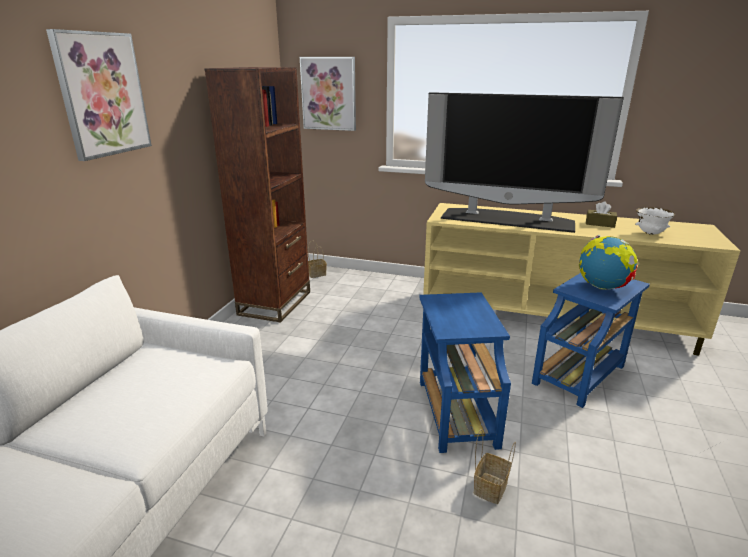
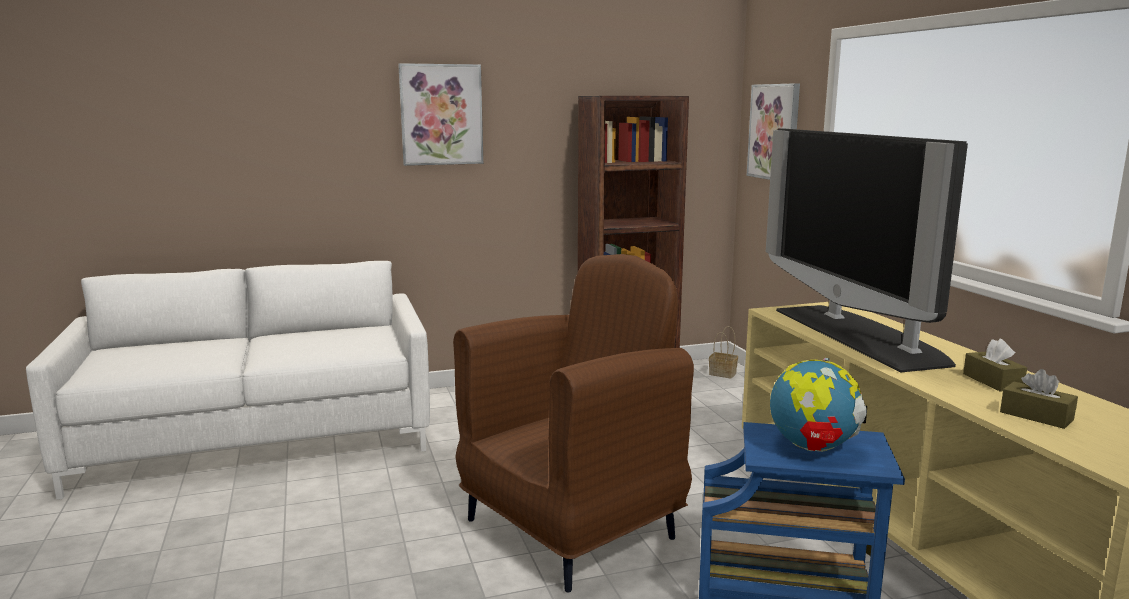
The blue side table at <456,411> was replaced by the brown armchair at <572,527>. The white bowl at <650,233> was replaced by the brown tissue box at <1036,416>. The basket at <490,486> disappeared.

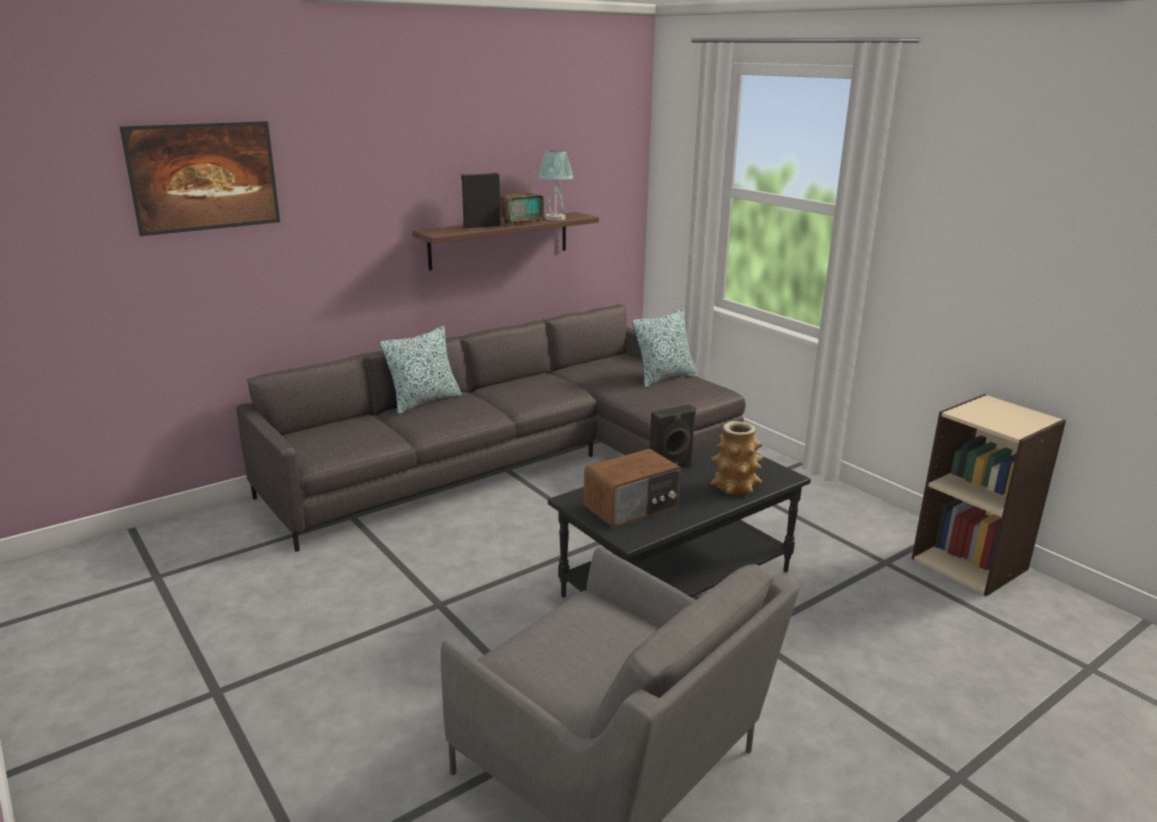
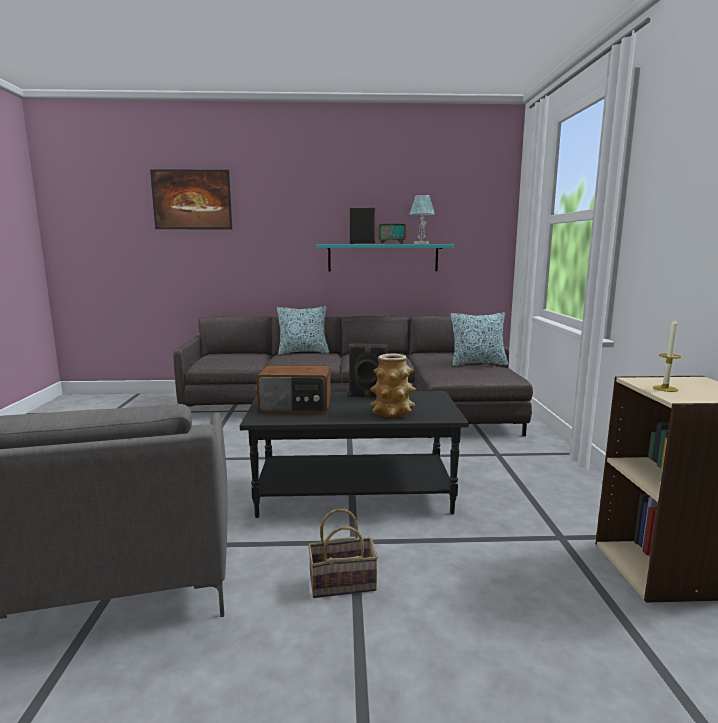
The basket at <344,582> appeared. The brown shelf at <499,240> became the turquoise shelf at <383,257>. The candle at <665,388> appeared.

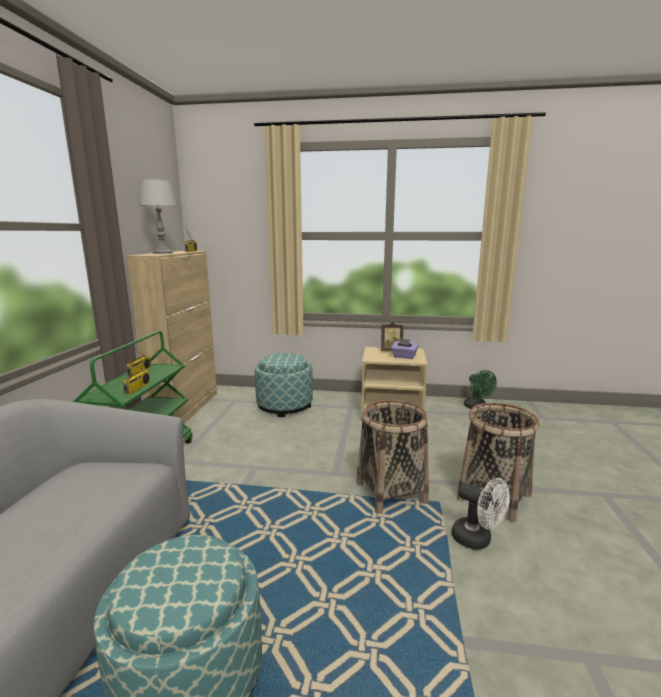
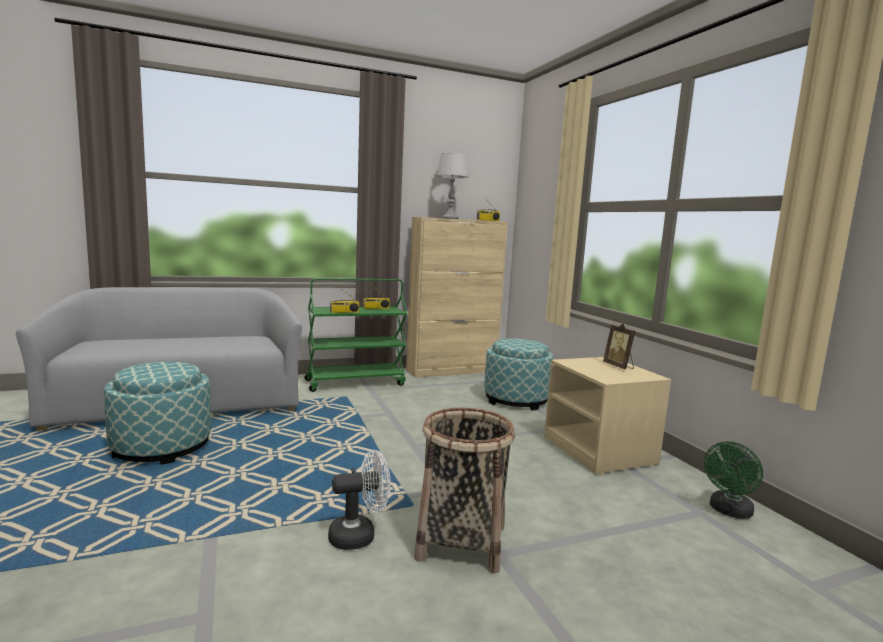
The white fan at <477,540> turned 120 degrees counterclockwise. The basket at <391,492> disappeared. The purple tissue box at <404,356> disappeared.

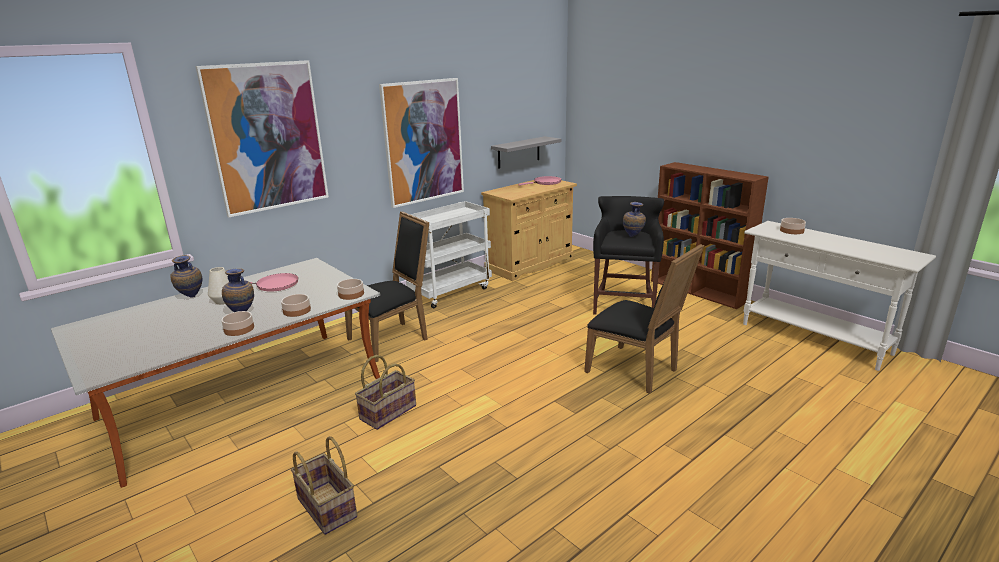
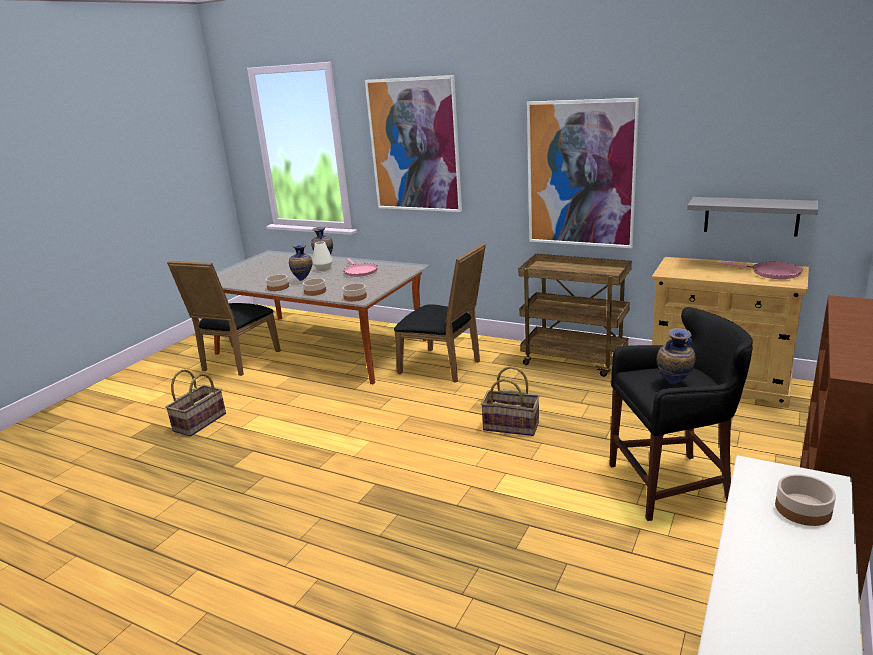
The black chair moved from <636,371> to <237,362>. The basket moved from <388,412> to <511,425>. The white cart at <450,291> became the brown cart at <575,360>.

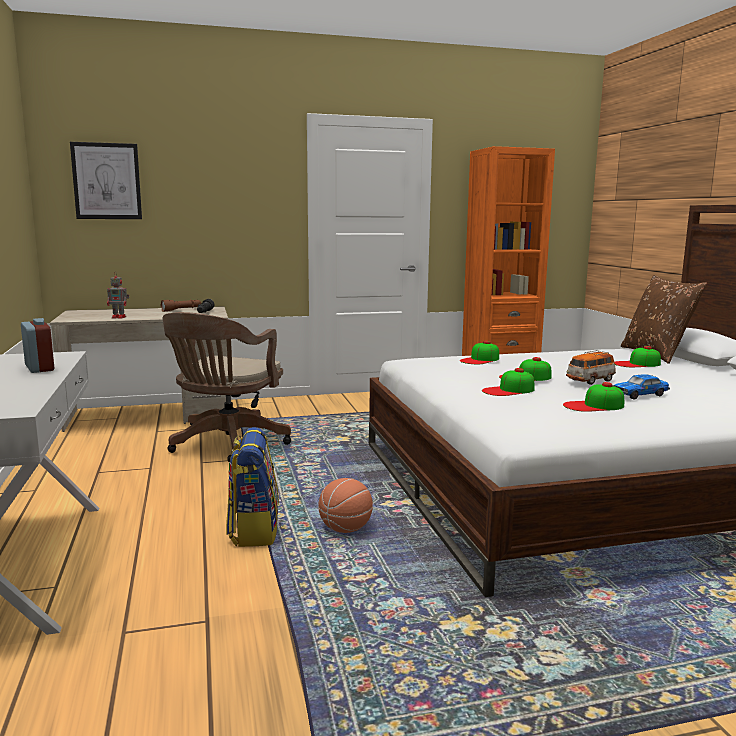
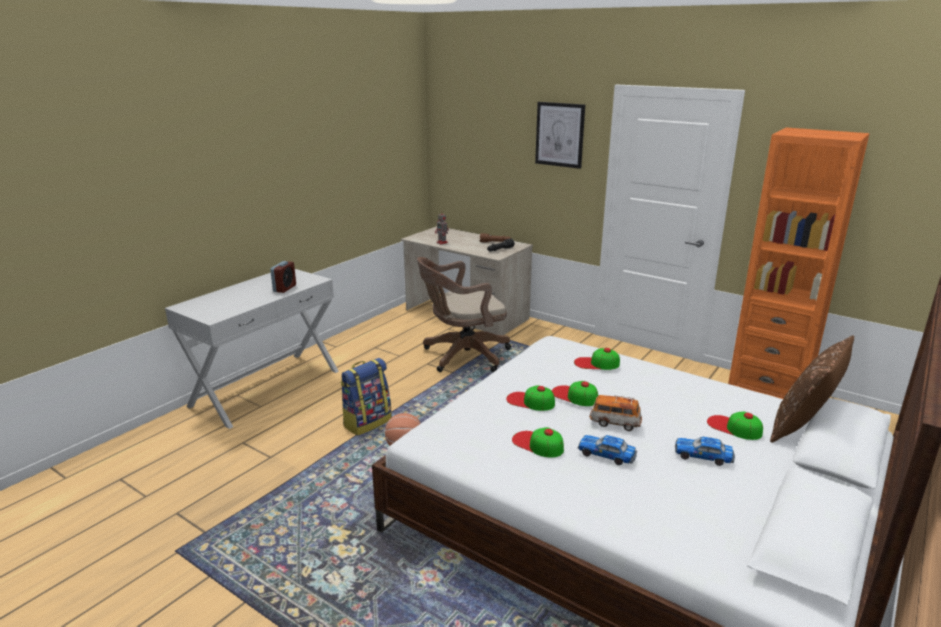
The picture moved from <107,181> to <560,134>. The toy car at <703,456> appeared.

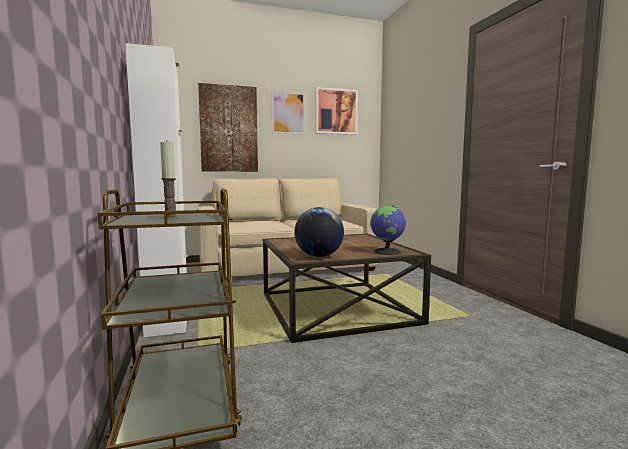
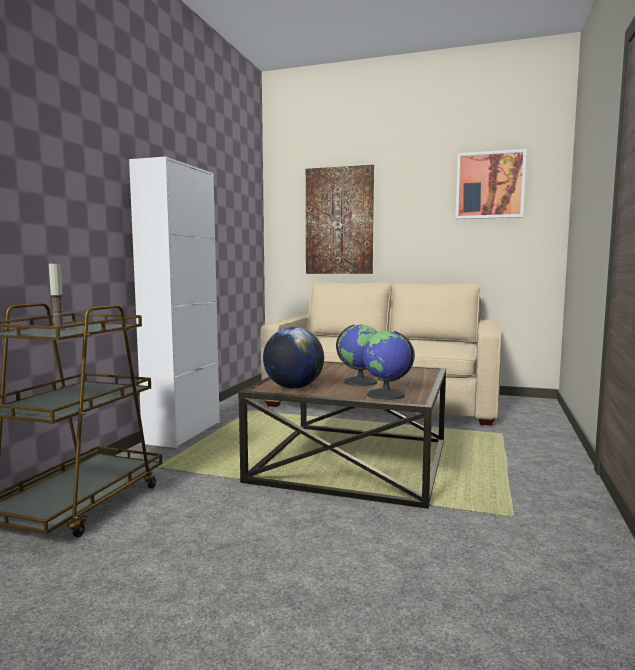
The globe at <360,382> appeared. The picture at <288,113> disappeared.

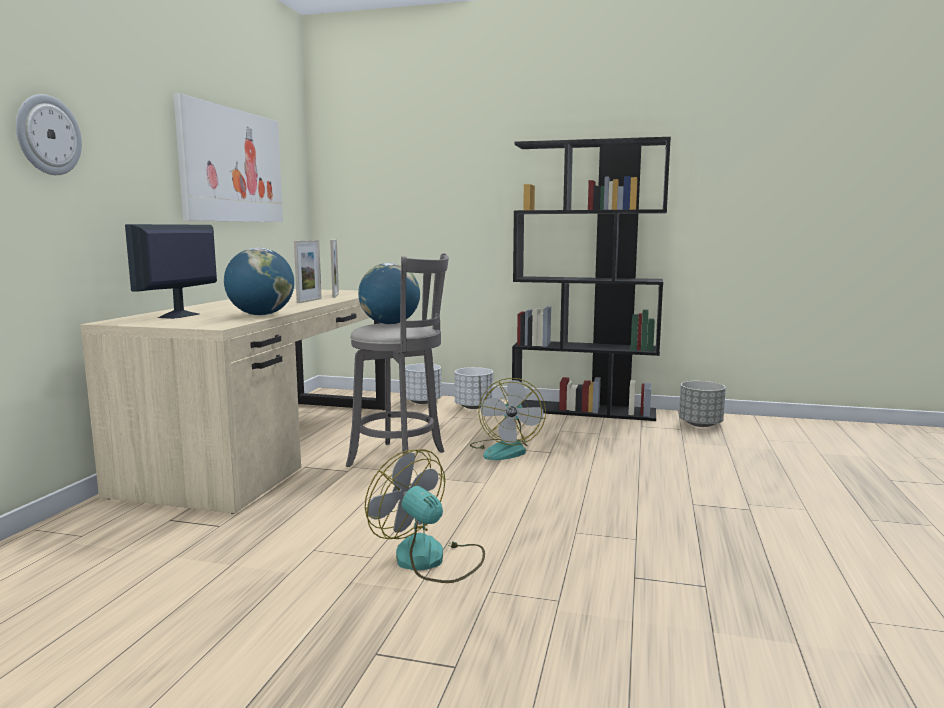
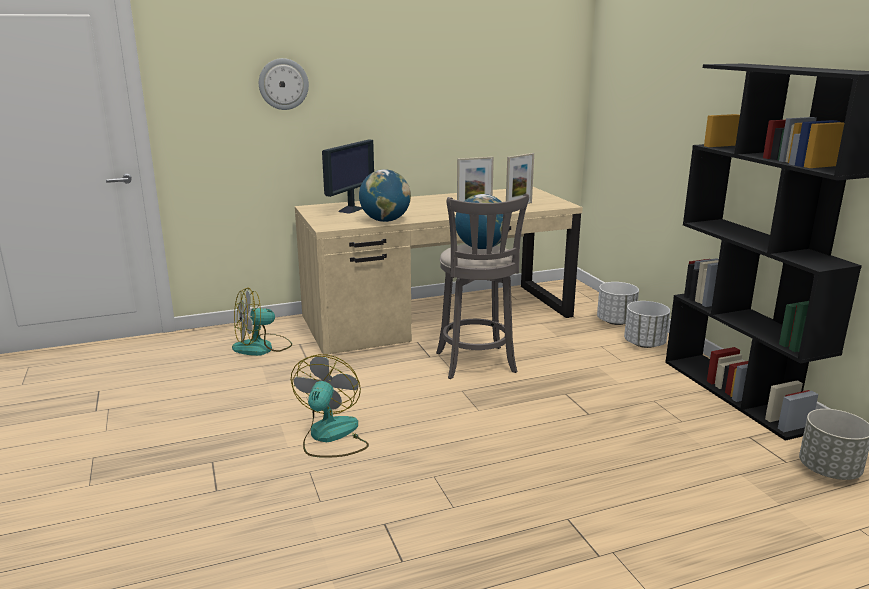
The fan moved from <505,450> to <262,347>. The monitor at <178,316> turned 135 degrees clockwise. The picture at <232,166> disappeared.

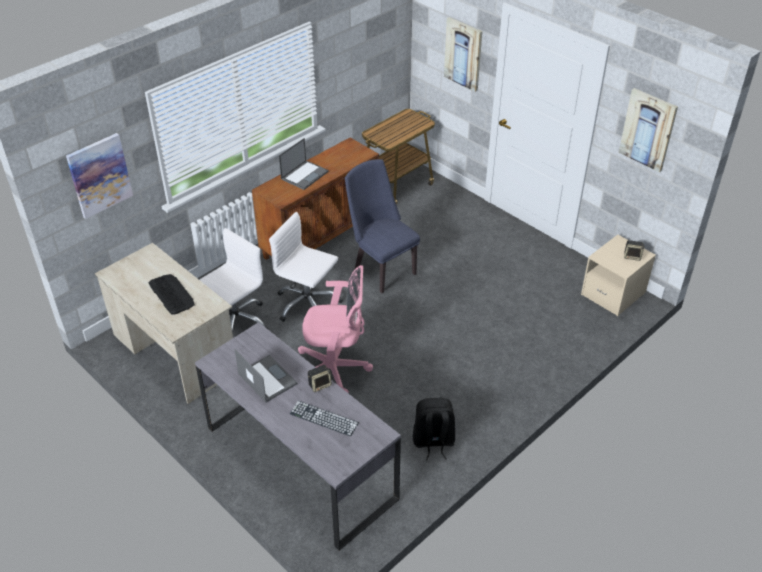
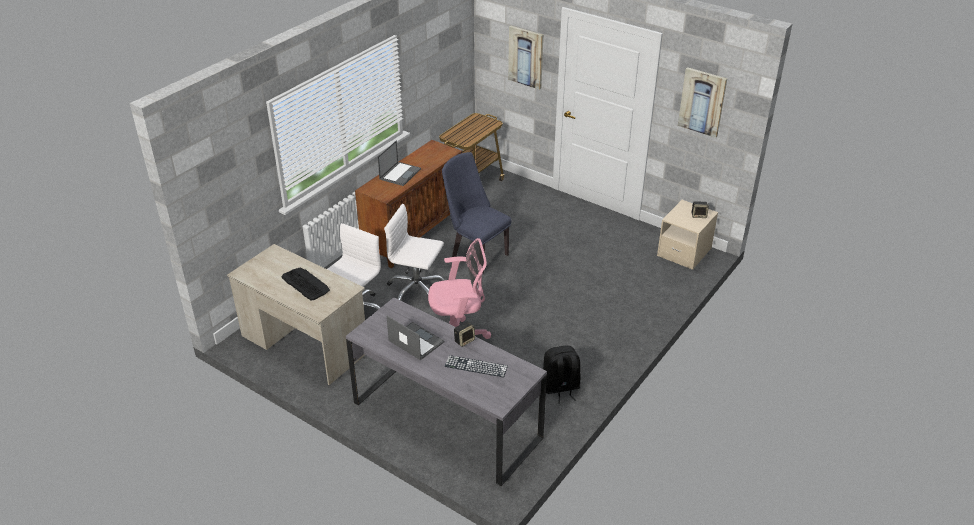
The picture at <99,175> disappeared.

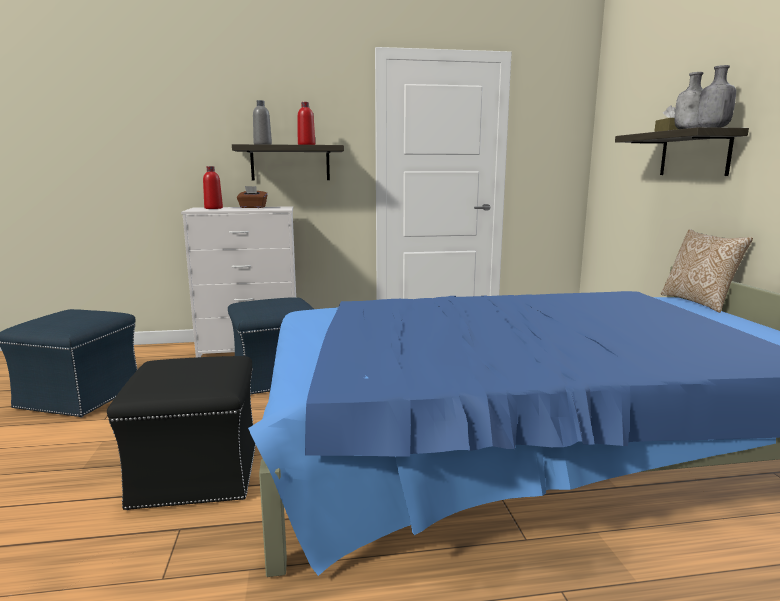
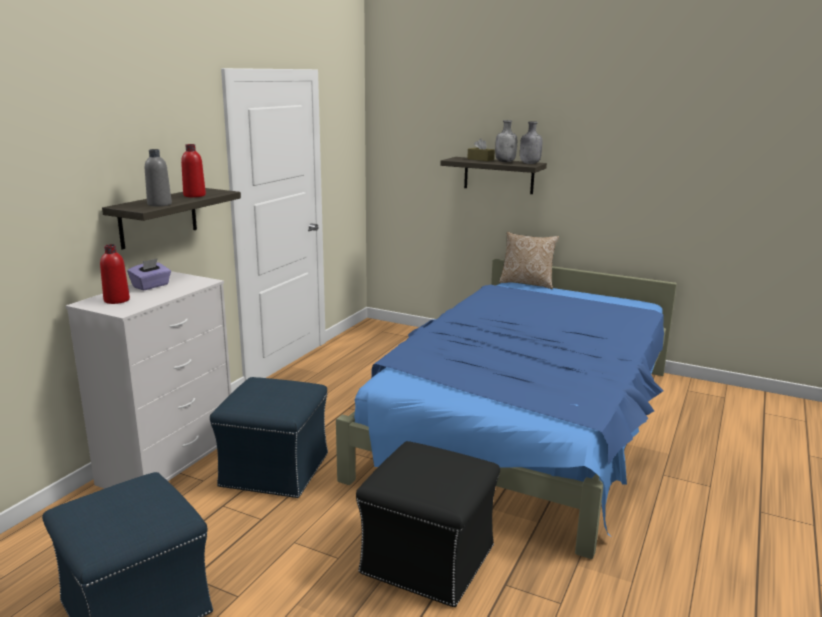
The brown tissue box at <252,207> became the purple tissue box at <151,286>.

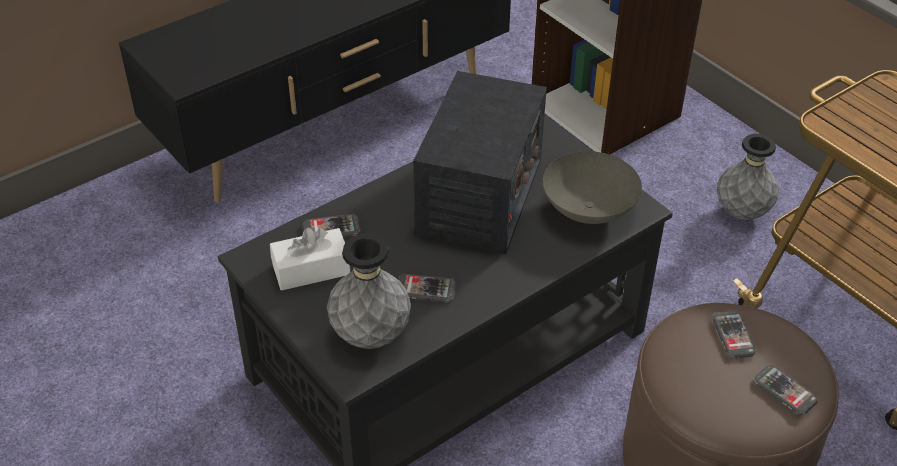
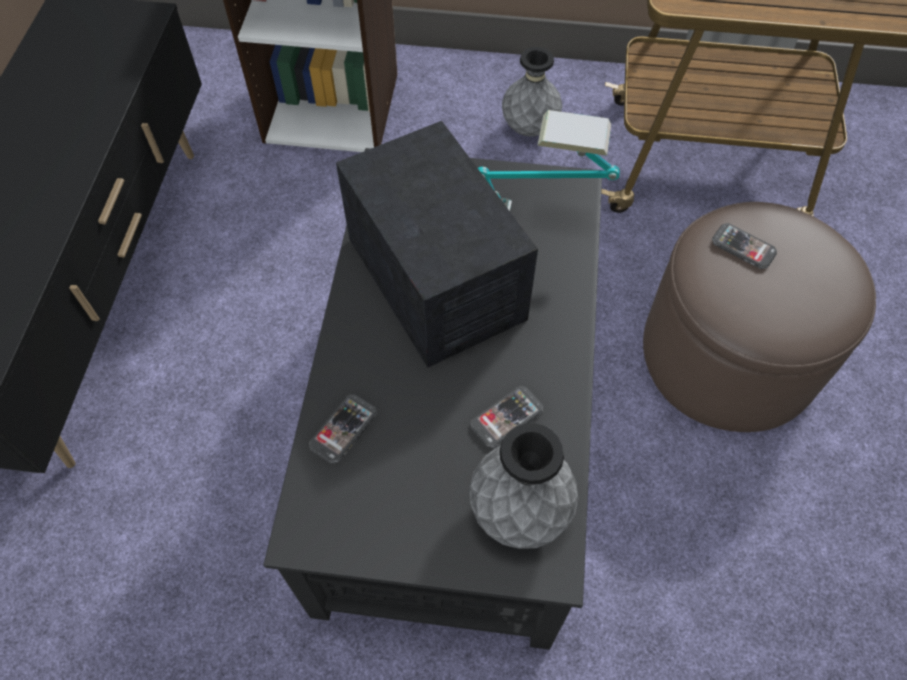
The grey bowl at <589,209> was replaced by the table lamp at <539,218>. The white tissue box at <311,270> disappeared. The phone at <784,391> disappeared.

